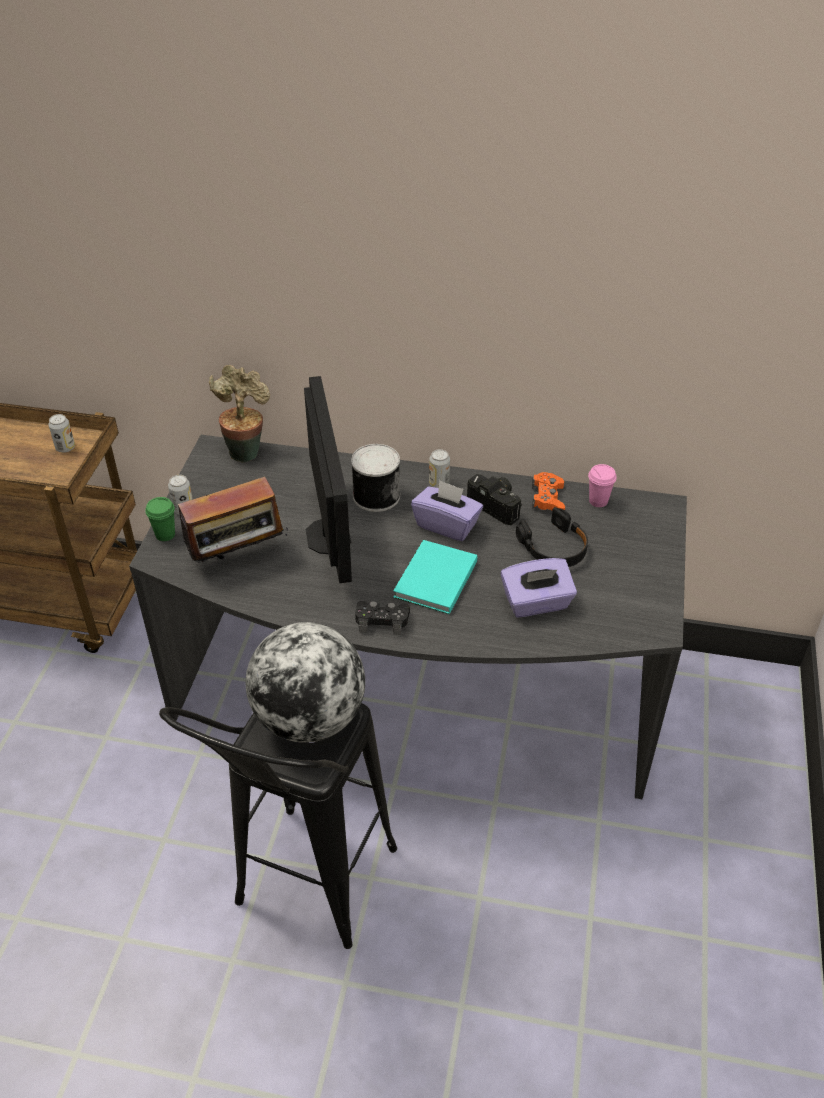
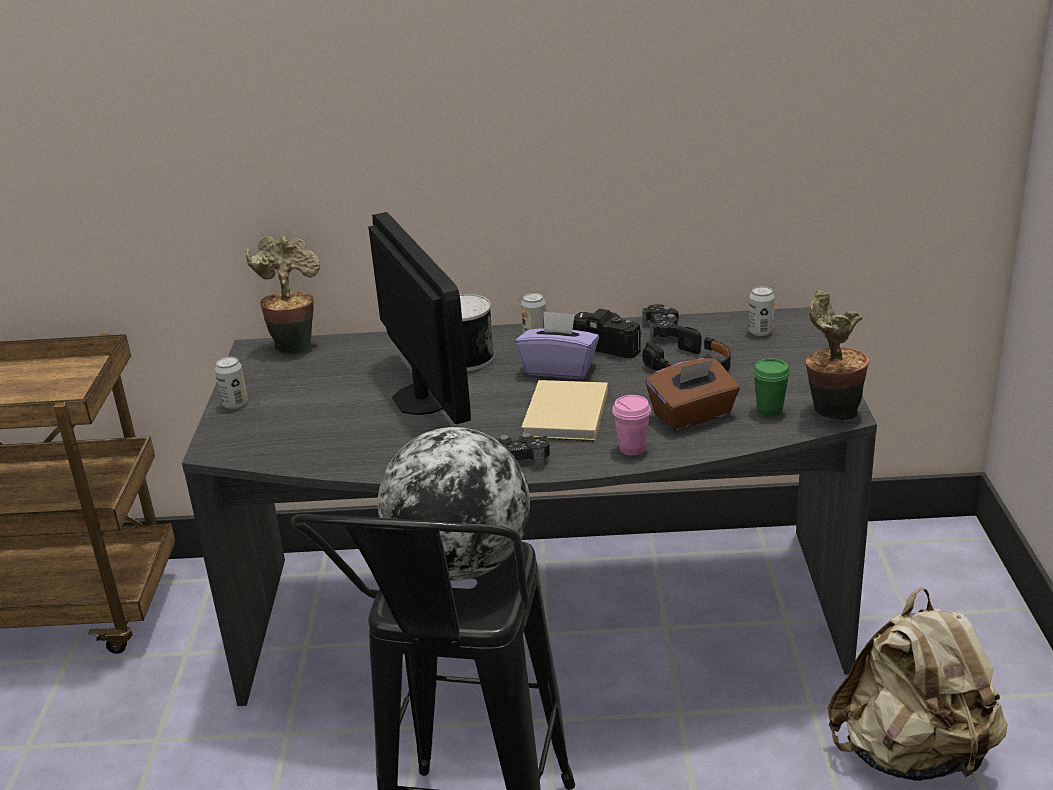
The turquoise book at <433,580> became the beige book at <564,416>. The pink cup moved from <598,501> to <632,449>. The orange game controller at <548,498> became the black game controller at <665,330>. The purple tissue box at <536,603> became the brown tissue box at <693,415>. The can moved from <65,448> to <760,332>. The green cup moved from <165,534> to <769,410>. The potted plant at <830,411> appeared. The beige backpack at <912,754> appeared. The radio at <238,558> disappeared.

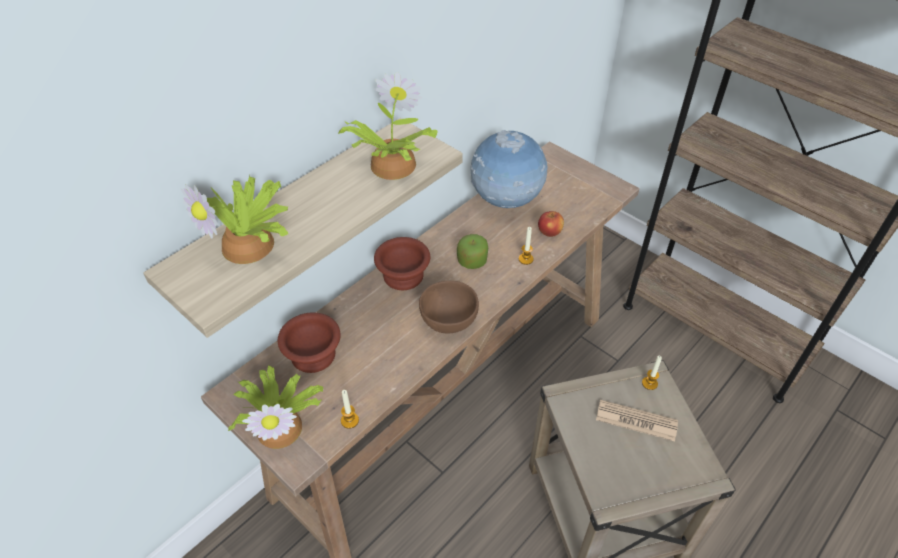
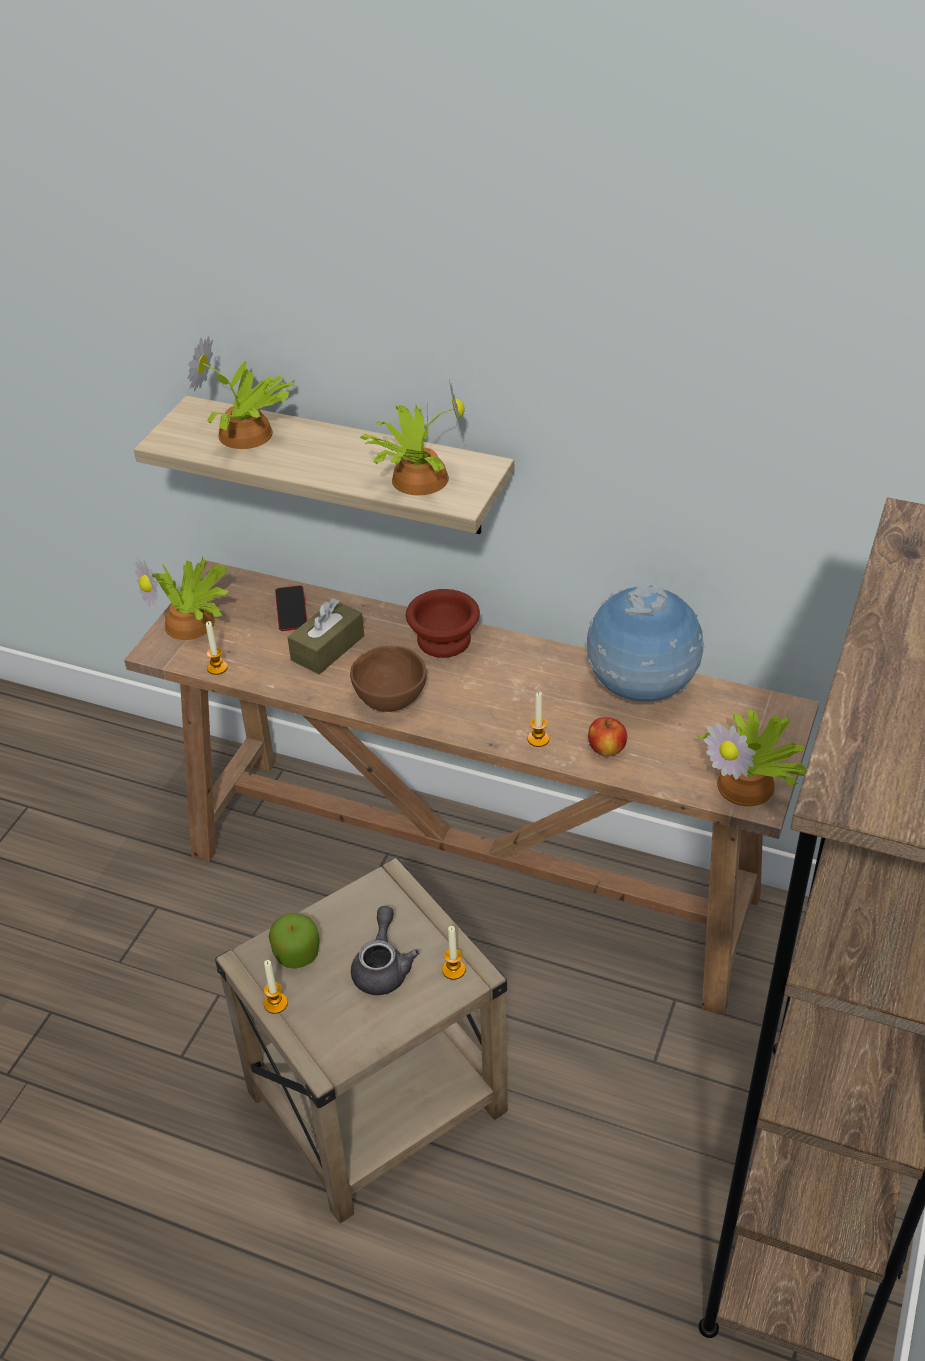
The candle at <275,1003> appeared. The apple moved from <472,261> to <296,953>. The brown bowl at <312,353> was replaced by the phone at <291,611>. The brown tissue box at <327,648> appeared. The newspaper at <636,421> was replaced by the grey teapot at <383,967>. The potted plant at <749,784> appeared.

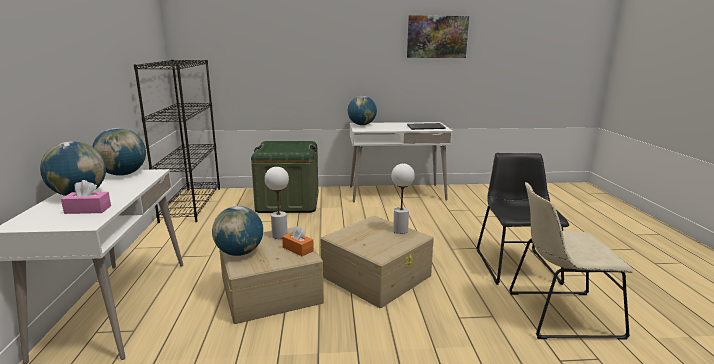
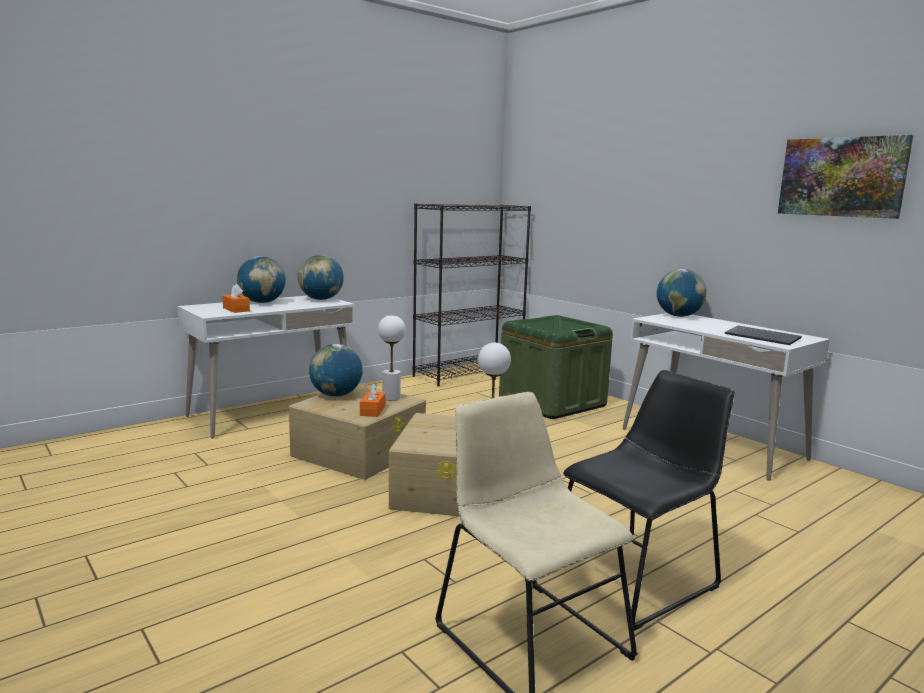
The pink tissue box at <88,210> became the orange tissue box at <236,309>.

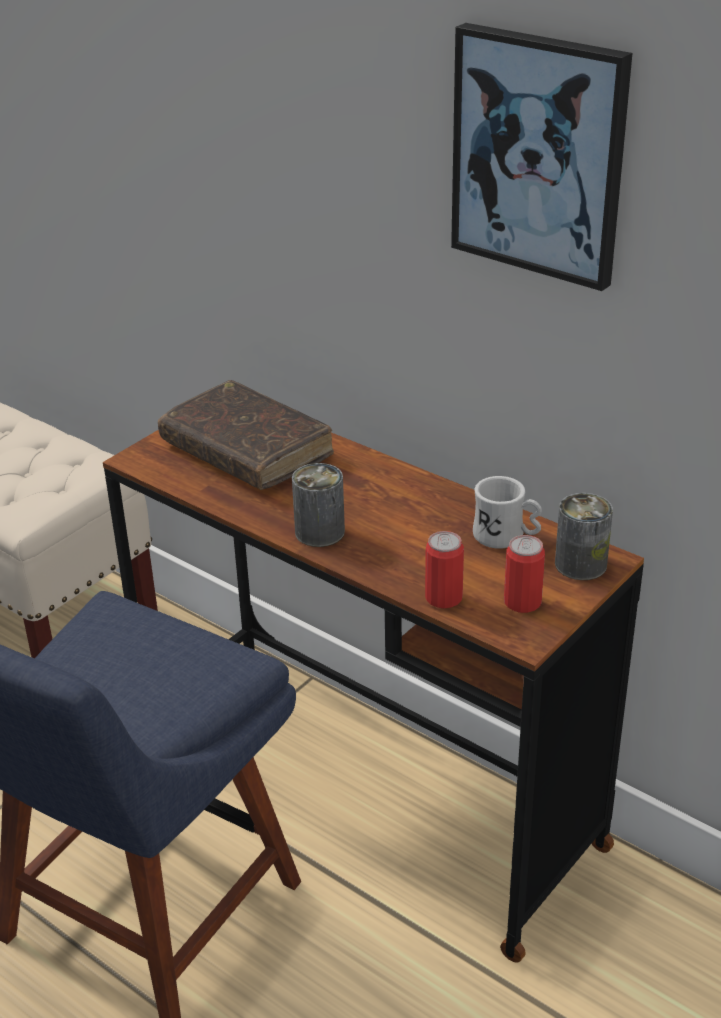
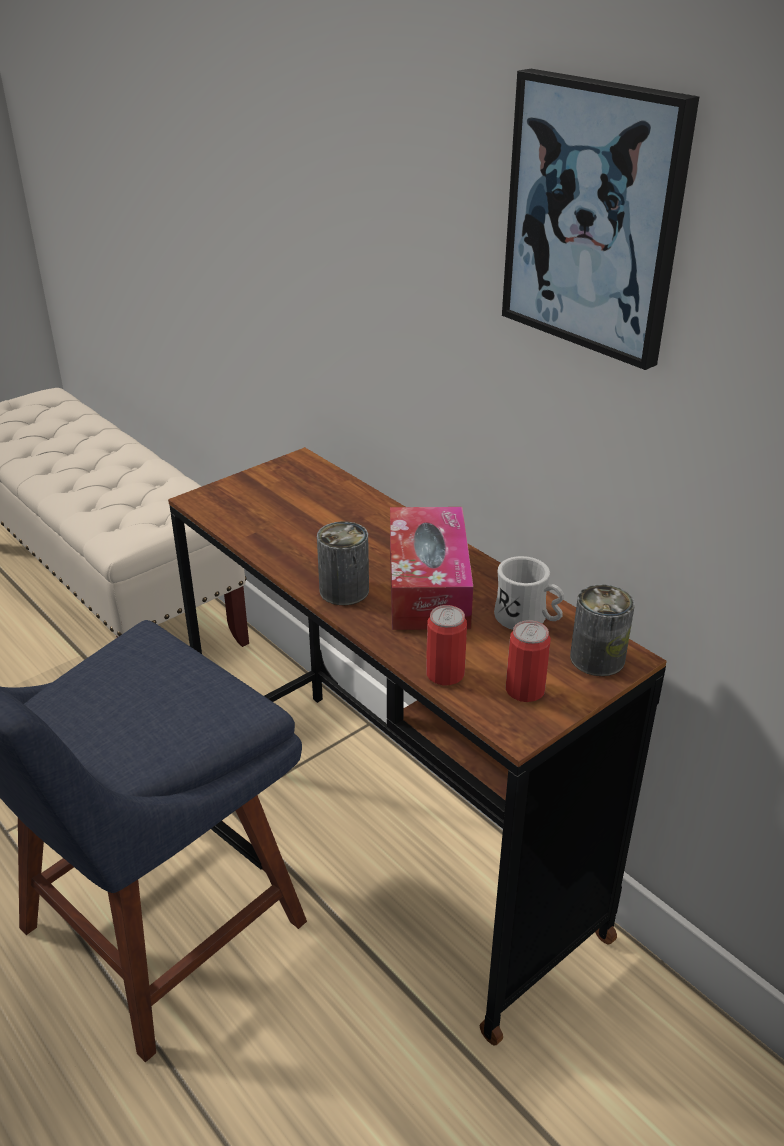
The tissue box at <428,585> appeared. The brown book at <246,451> disappeared.

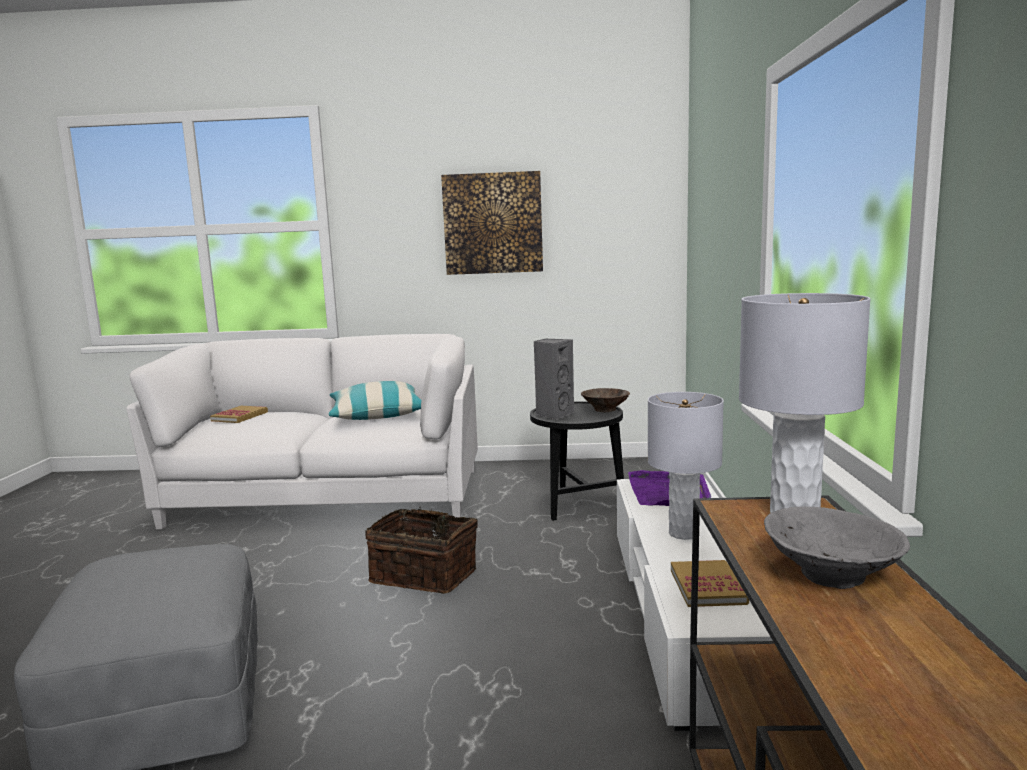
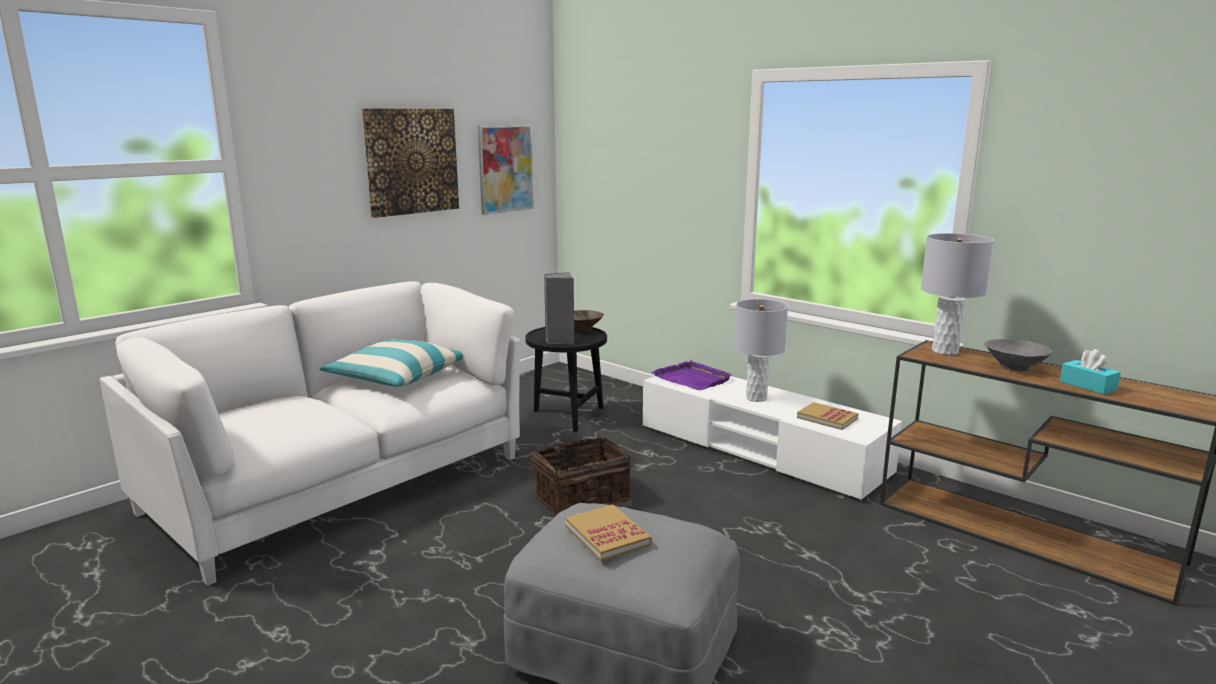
The picture at <505,168> appeared. The book moved from <240,416> to <607,535>. The turquoise tissue box at <1087,386> appeared.

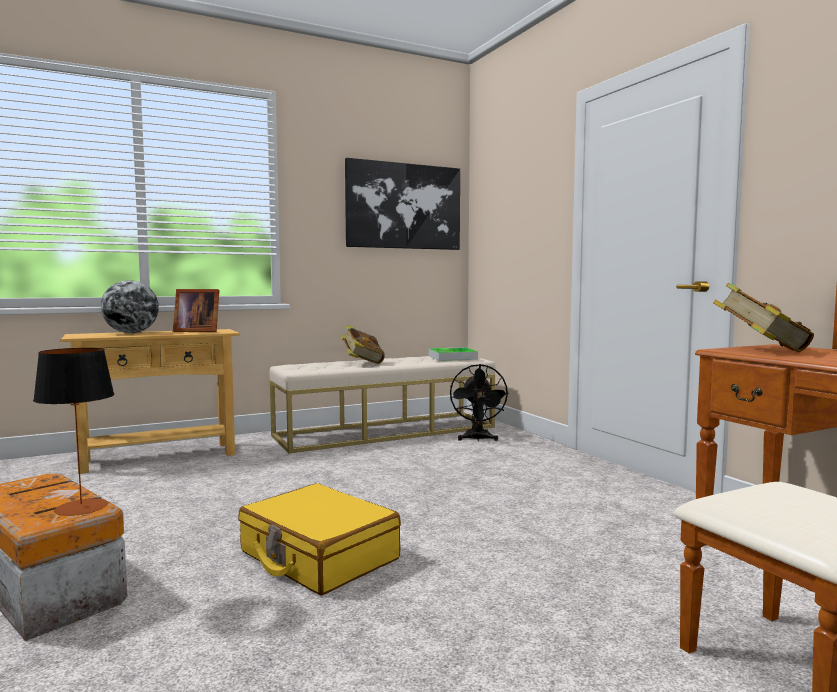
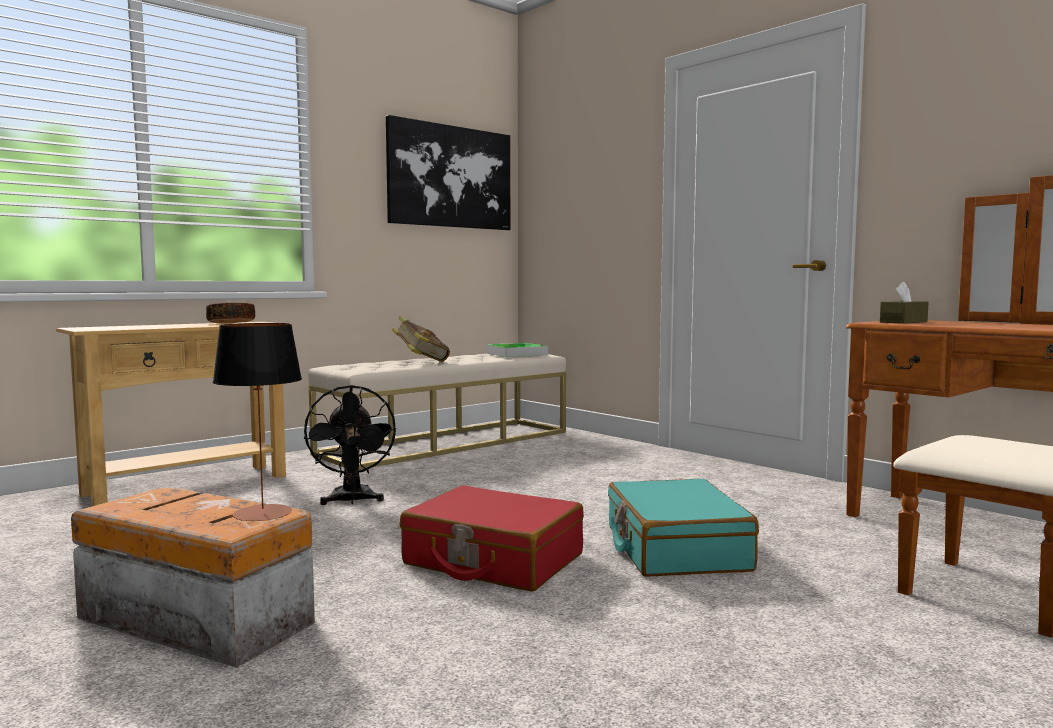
The picture frame at <196,331> was replaced by the bowl at <231,323>. The black fan moved from <477,439> to <352,501>. The yellow suitcase at <318,556> became the red suitcase at <493,560>. The turquoise suitcase at <675,549> appeared. The book at <760,350> was replaced by the brown tissue box at <903,322>. The globe at <131,333> disappeared.

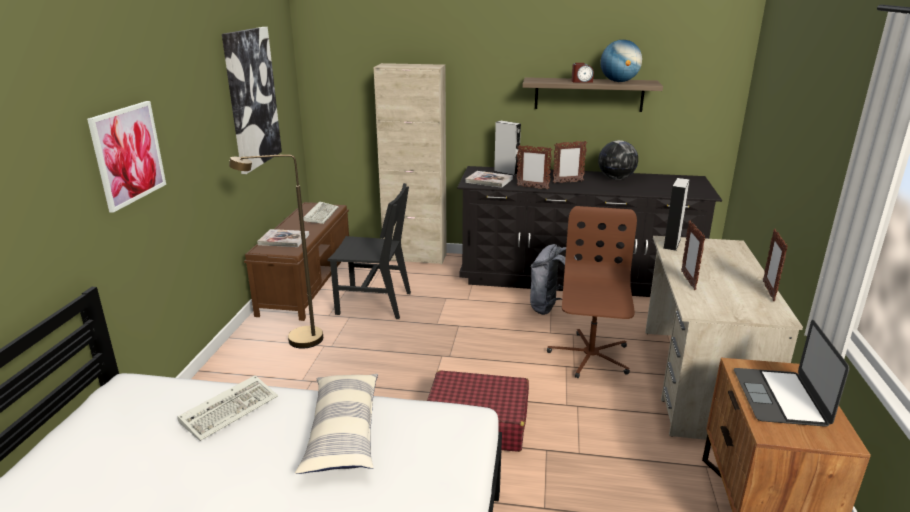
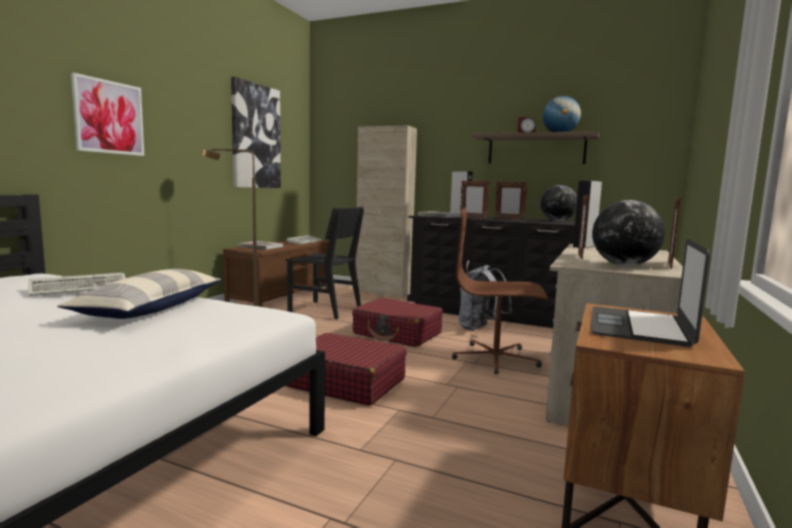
The red suitcase at <397,334> appeared. The brown office chair at <589,356> turned 105 degrees counterclockwise. The globe at <624,265> appeared.

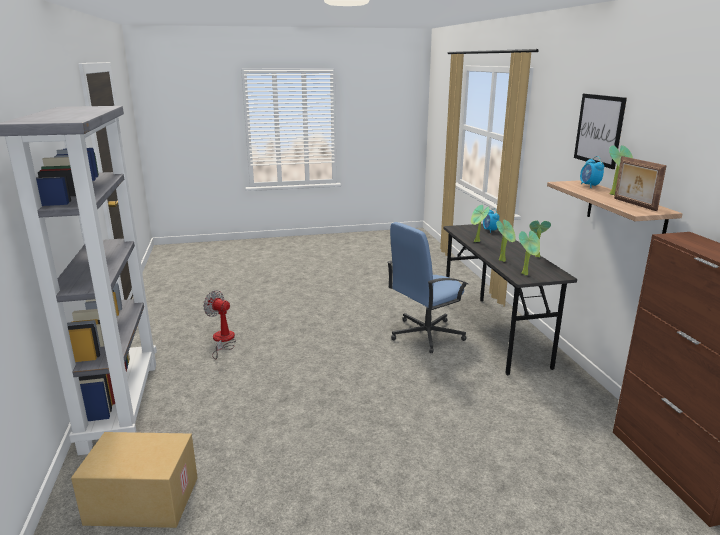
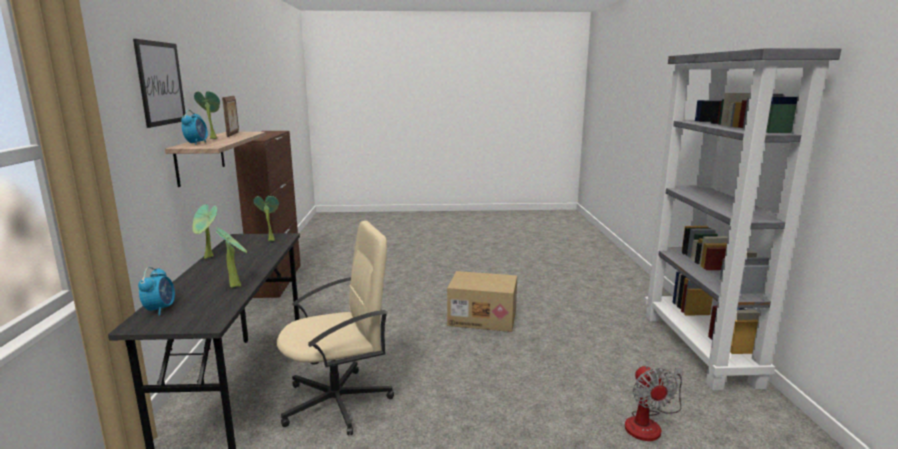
The blue office chair at <425,335> became the beige office chair at <338,402>. The cardboard box moved from <141,502> to <483,318>. The fan at <223,341> turned 45 degrees clockwise. The potted plant at <503,260> disappeared.

